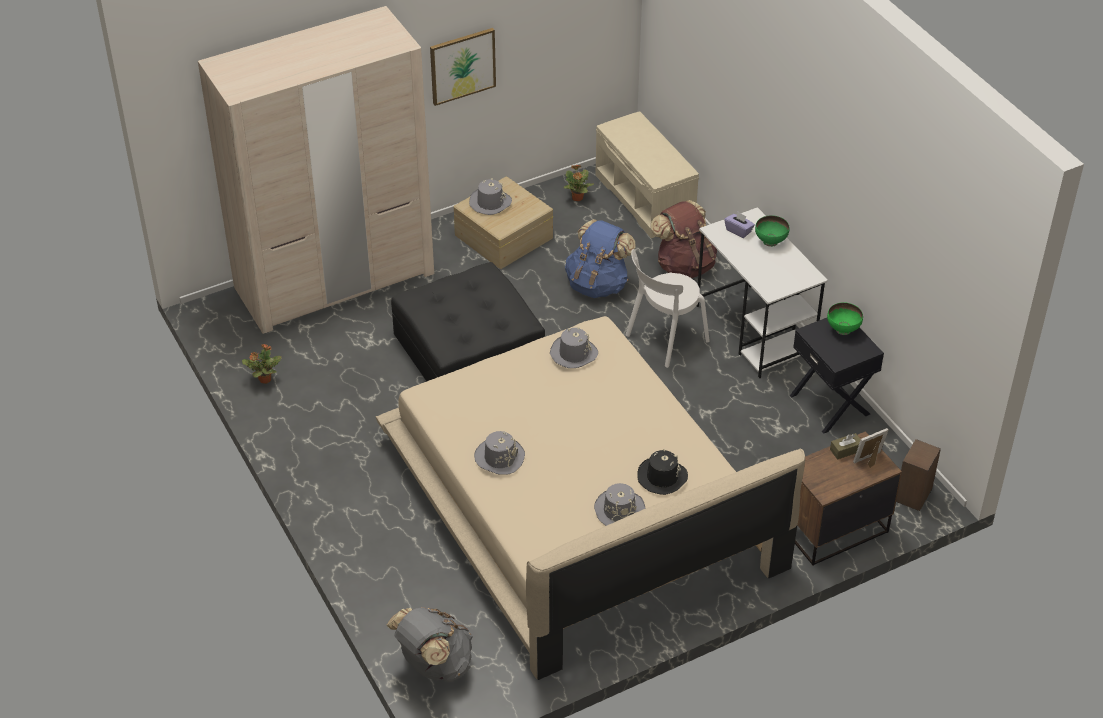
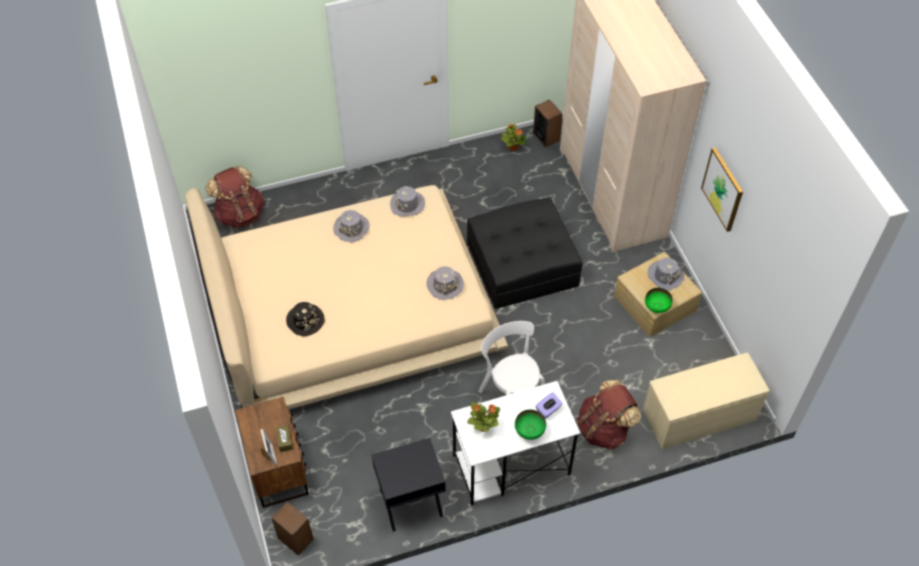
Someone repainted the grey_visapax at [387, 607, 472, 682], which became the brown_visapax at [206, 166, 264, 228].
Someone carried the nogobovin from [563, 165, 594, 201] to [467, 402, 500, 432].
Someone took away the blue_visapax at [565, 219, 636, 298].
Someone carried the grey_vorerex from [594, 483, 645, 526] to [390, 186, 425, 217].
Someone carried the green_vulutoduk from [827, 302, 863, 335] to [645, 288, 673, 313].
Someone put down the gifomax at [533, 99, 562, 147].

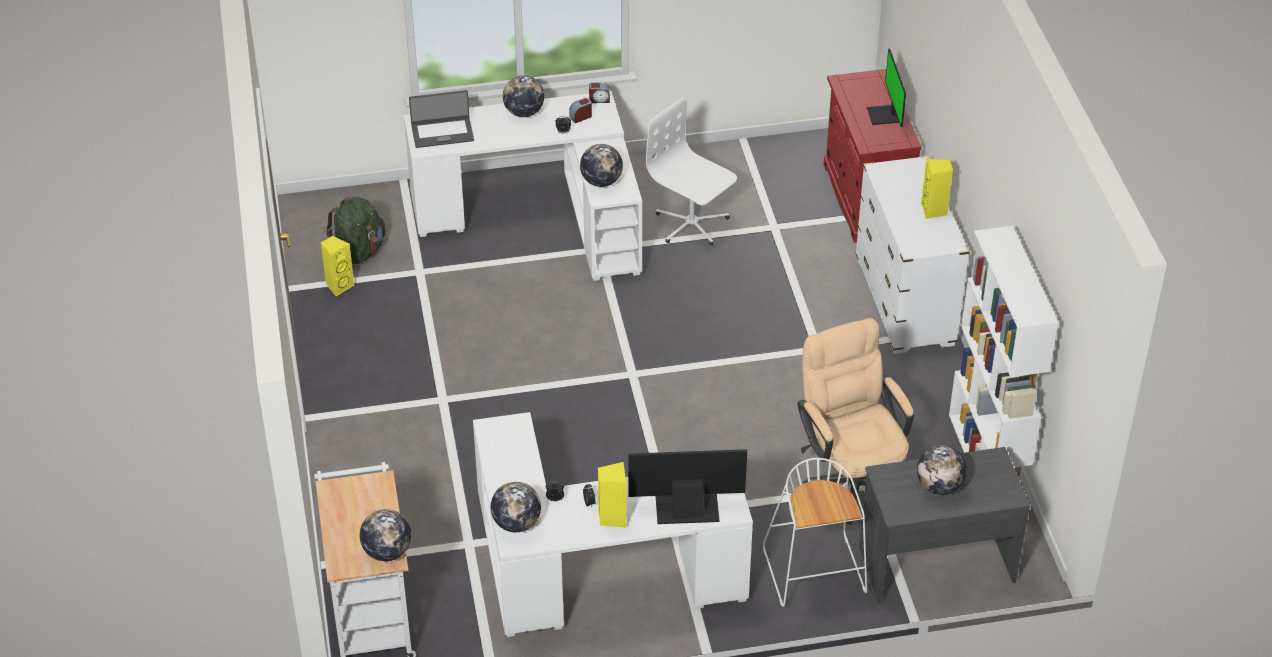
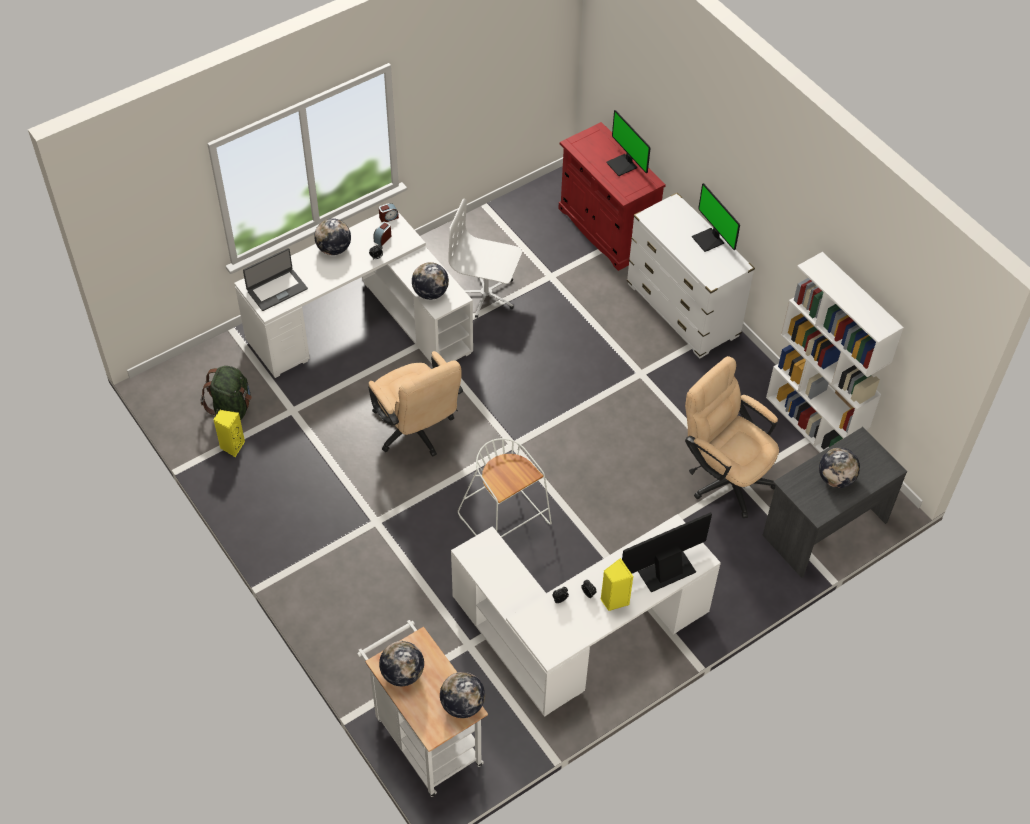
Someone carried the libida from [491, 482, 541, 532] to [379, 641, 424, 686].
Someone carried the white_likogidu from [763, 458, 867, 607] to [458, 438, 552, 537].
Someone swapped the yellow_gifomax at [921, 158, 953, 219] for the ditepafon at [692, 183, 740, 252].
Someone put down the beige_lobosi at [368, 351, 463, 457].

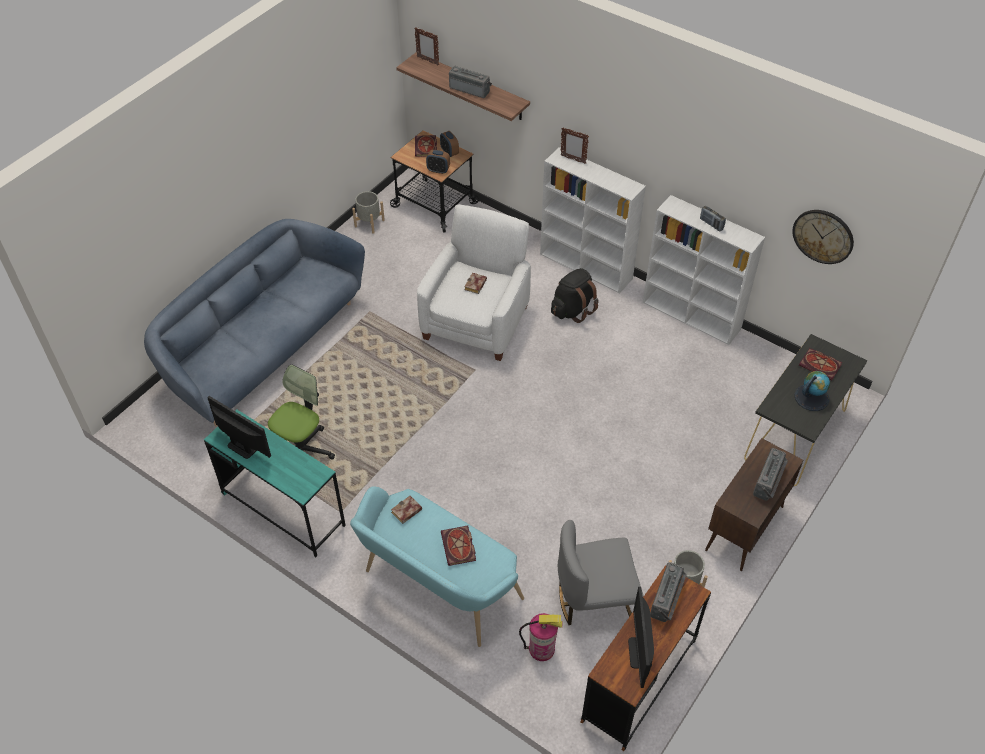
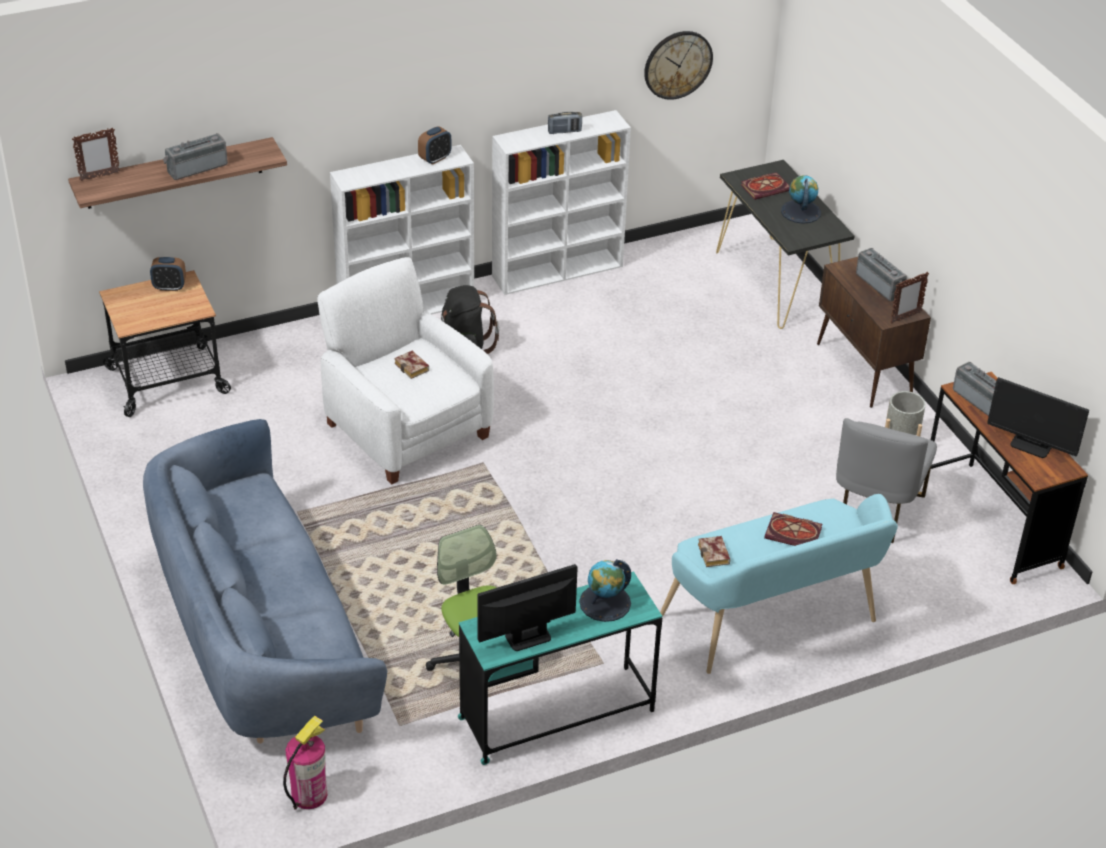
Someone took away the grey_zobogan at [352, 191, 385, 234].
Someone took away the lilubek at [415, 135, 437, 157].
Someone carried the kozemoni from [426, 150, 450, 174] to [418, 126, 451, 165].
Someone carried the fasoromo from [519, 613, 563, 661] to [283, 716, 327, 810].
Someone carried the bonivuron from [560, 127, 589, 164] to [890, 272, 929, 323].
Someone put down the libida at [579, 559, 631, 622].

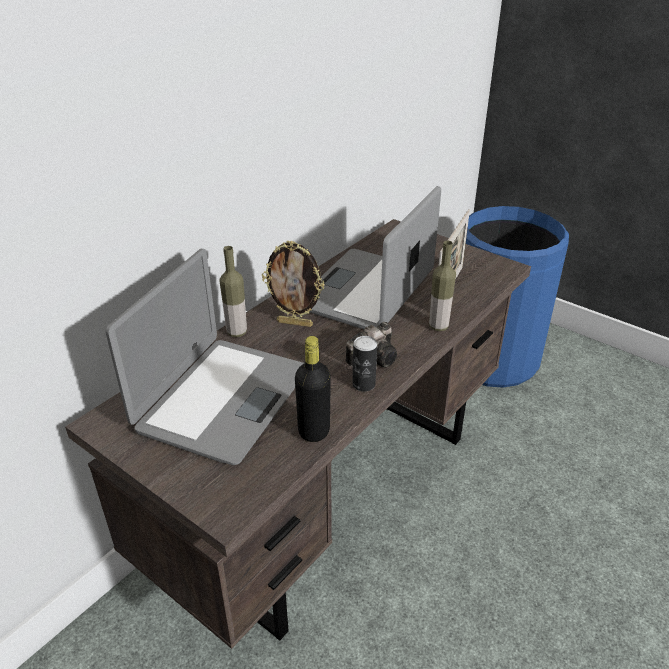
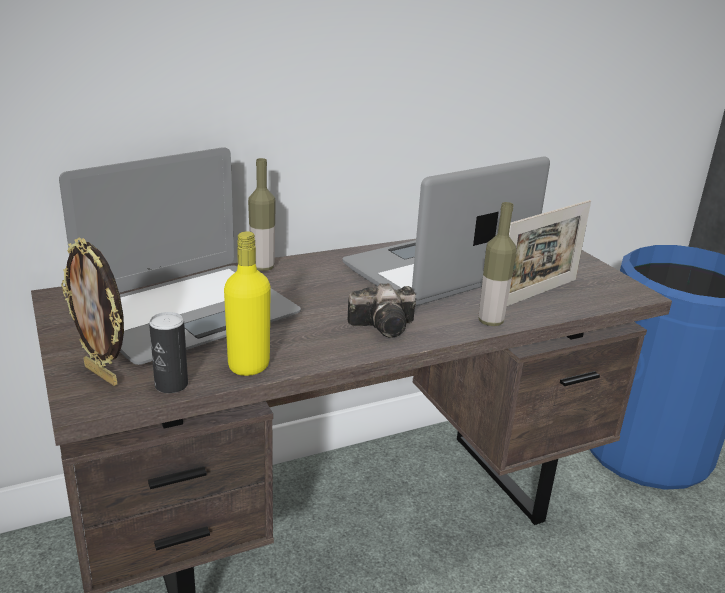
Someone carried the bonivuron from [262, 240, 325, 327] to [61, 238, 124, 386].
Someone repainted the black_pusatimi at [295, 336, 331, 442], which became the yellow_pusatimi at [224, 231, 271, 376].
Someone carried the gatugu from [352, 336, 377, 391] to [149, 312, 188, 393].

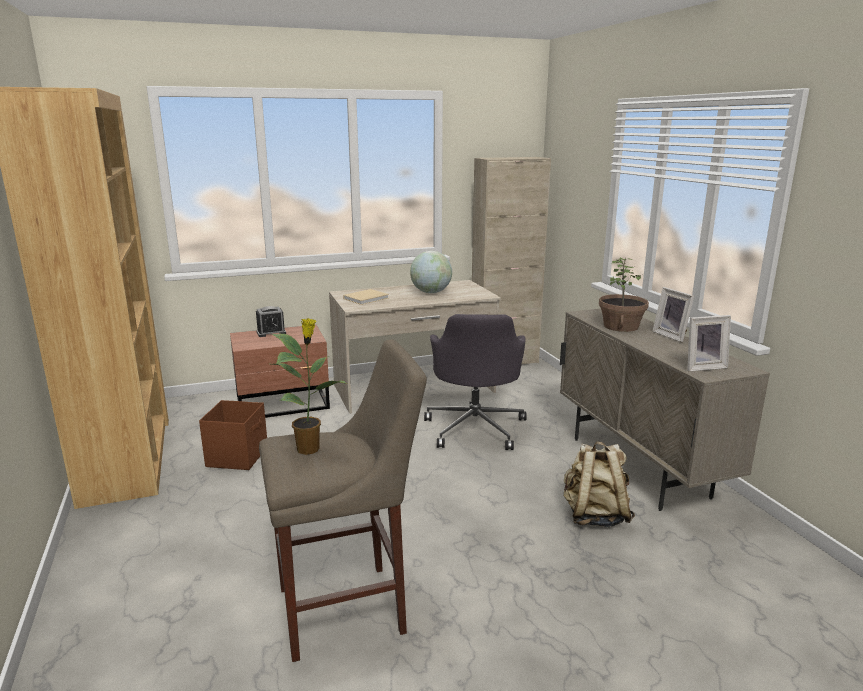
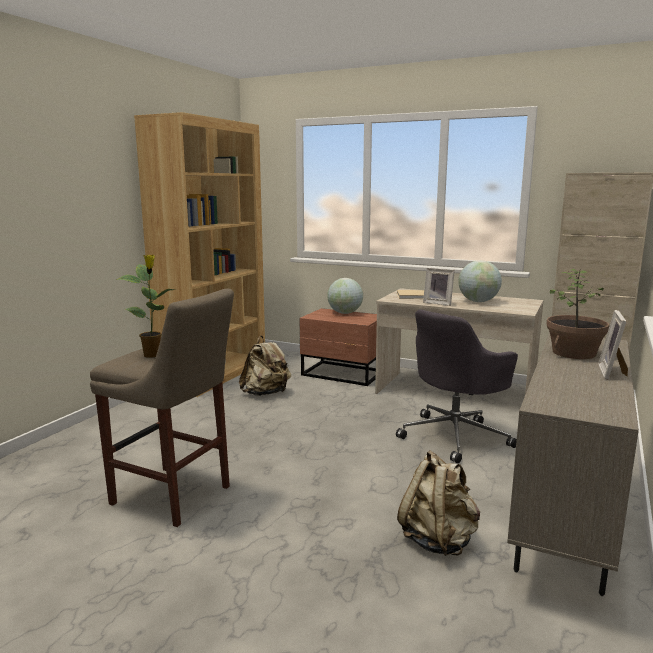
Someone swapped the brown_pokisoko at [199, 400, 267, 470] for the beige_visapax at [239, 336, 291, 396].
Someone swapped the kozemoni at [256, 306, 286, 337] for the libida at [327, 278, 363, 314].
Someone carried the bonivuron from [687, 315, 731, 372] to [423, 268, 455, 306].

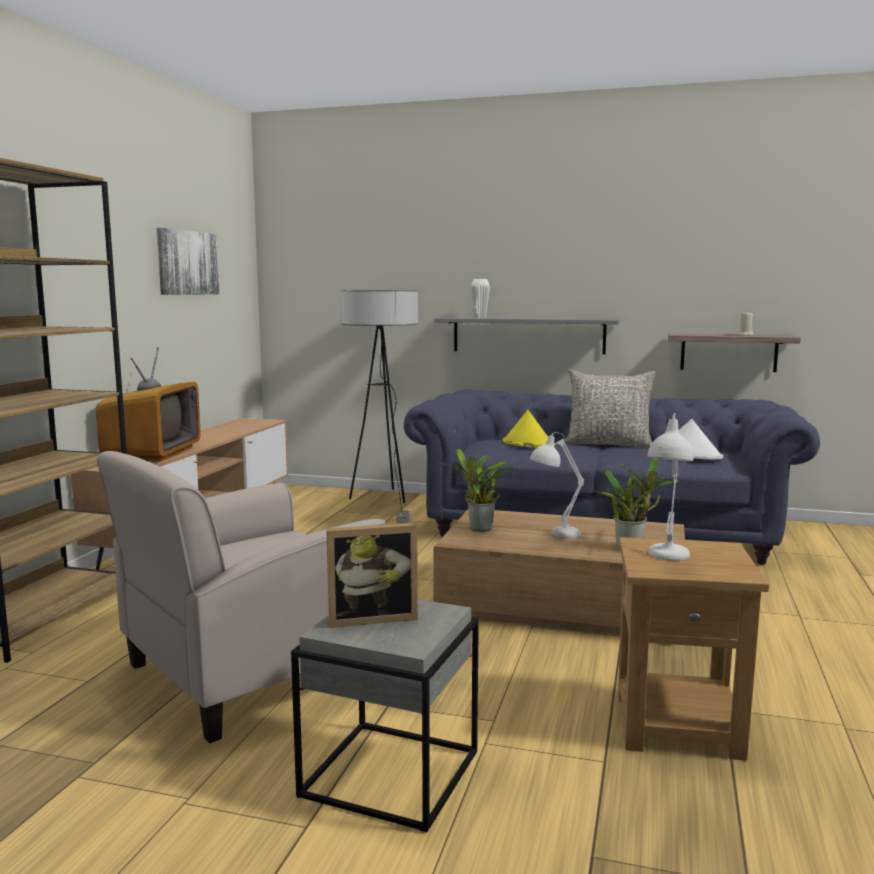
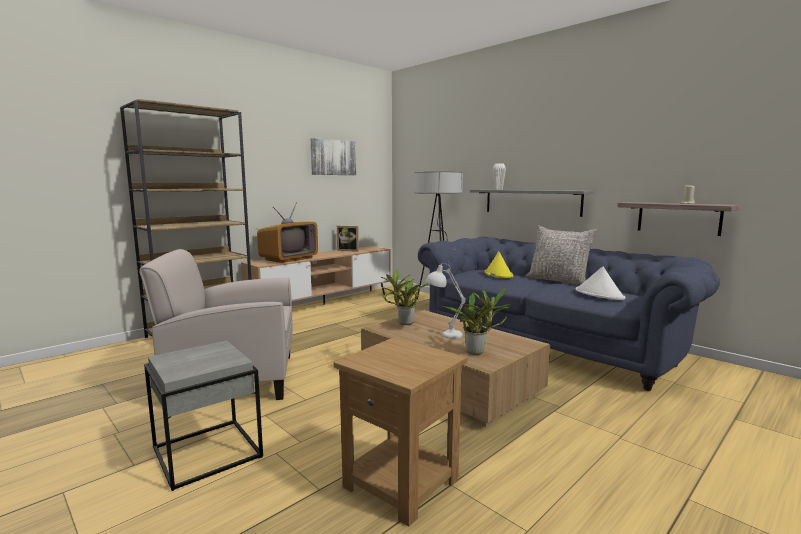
Someone carried the bonivuron from [326, 523, 418, 628] to [337, 226, 359, 252].
Someone took away the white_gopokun at [647, 413, 693, 561].

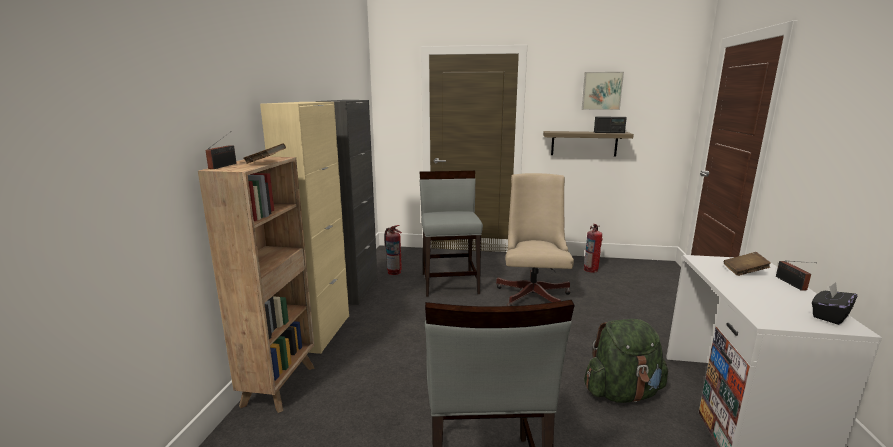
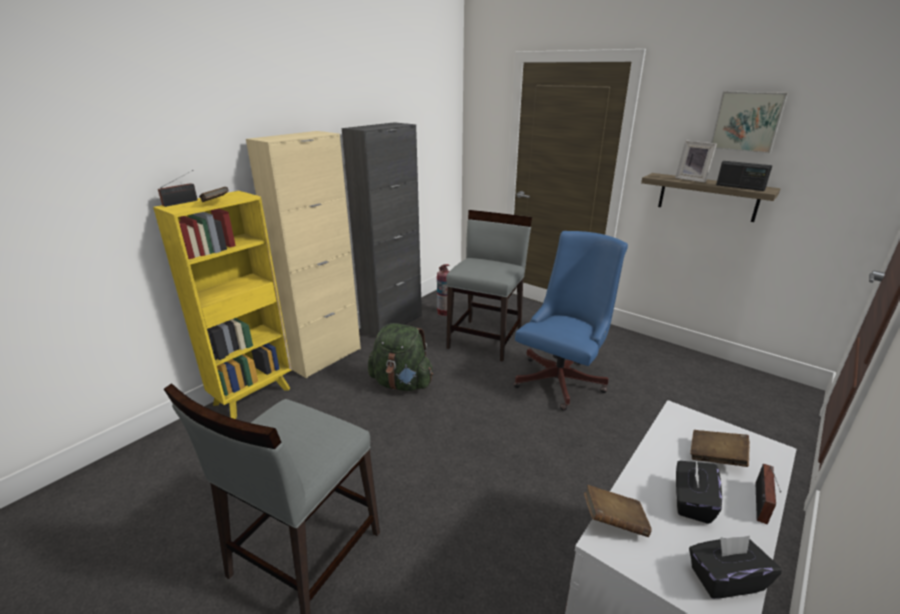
Someone repainted the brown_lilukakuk at [198, 157, 314, 413], which became the yellow_lilukakuk at [153, 191, 292, 419].
Someone repainted the beige_lobosi at [496, 173, 574, 306], which became the blue_lobosi at [513, 231, 628, 411].
Someone took away the fasoromo at [584, 224, 603, 273].
Someone carried the green_visapax from [584, 319, 668, 403] to [368, 323, 433, 391].
Someone put down the brown_lilubek at [584, 485, 652, 537].
Someone put down the bonivuron at [675, 140, 717, 183].
Someone put down the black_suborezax at [676, 458, 722, 524].

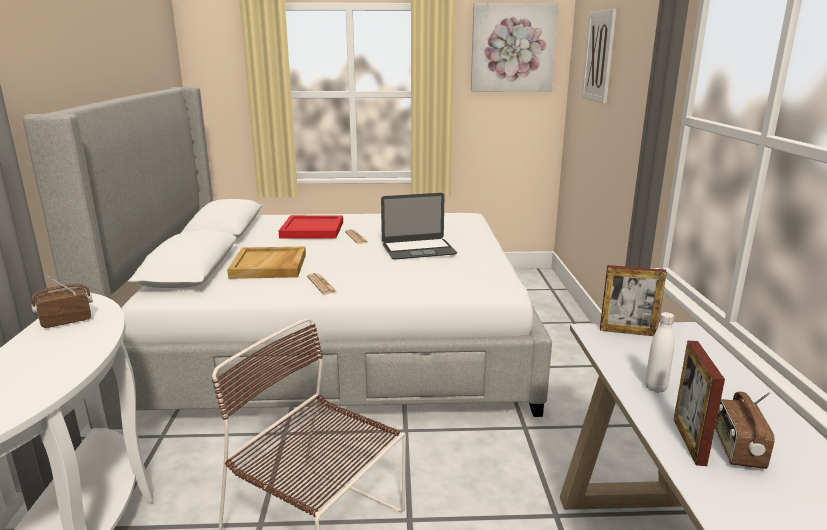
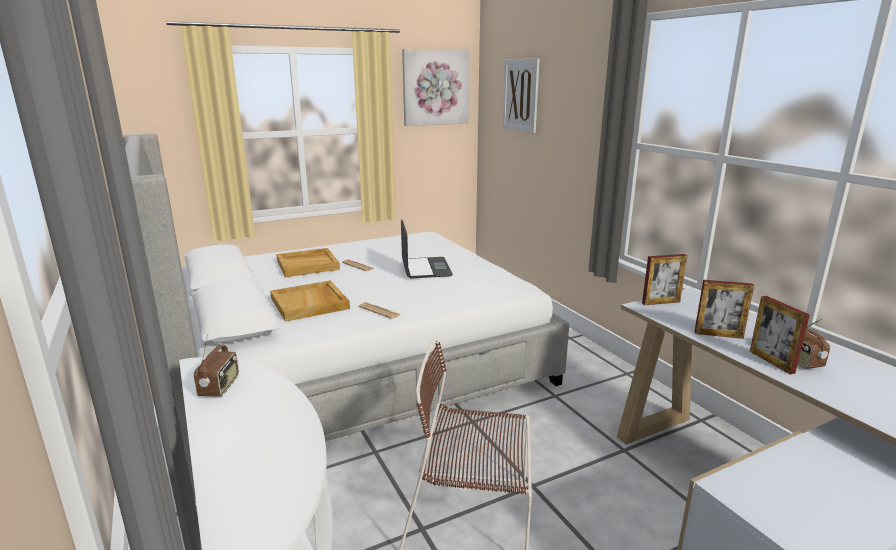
Someone rotated the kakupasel at [31, 275, 93, 328] by 150 degrees clockwise.
Someone repainted the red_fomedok at [279, 215, 343, 239], which became the beige_fomedok at [276, 248, 340, 277].
Someone rotated the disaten at [381, 193, 457, 259] by 60 degrees counterclockwise.
Someone swapped the white_pusatimi at [645, 312, 675, 393] for the bonivuron at [694, 280, 754, 339].

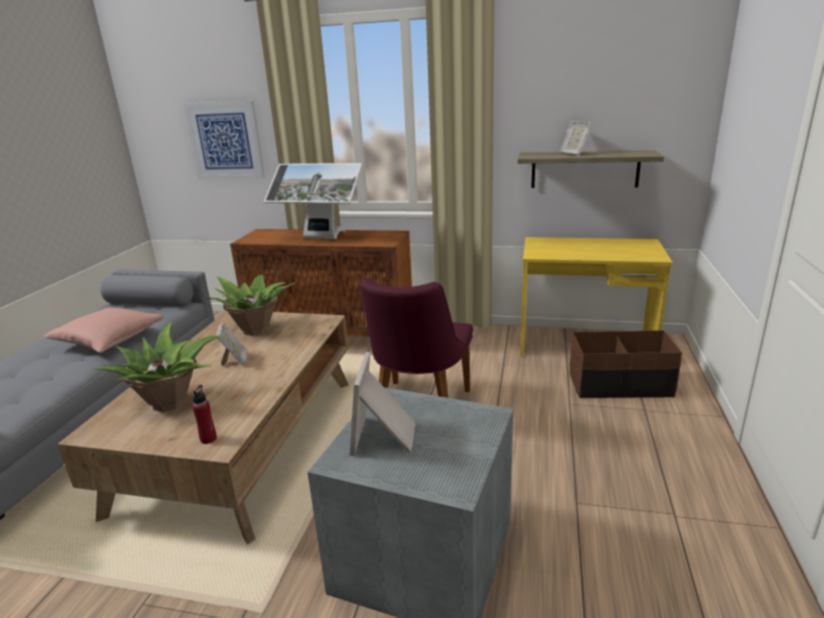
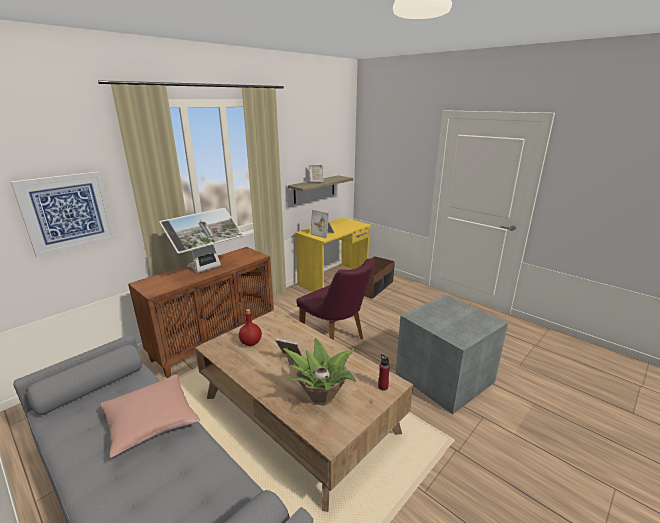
Someone swapped the nogobovin at [203, 275, 295, 336] for the red_pusatimi at [239, 309, 262, 346].
Someone carried the bonivuron from [350, 352, 416, 456] to [310, 210, 335, 238].

